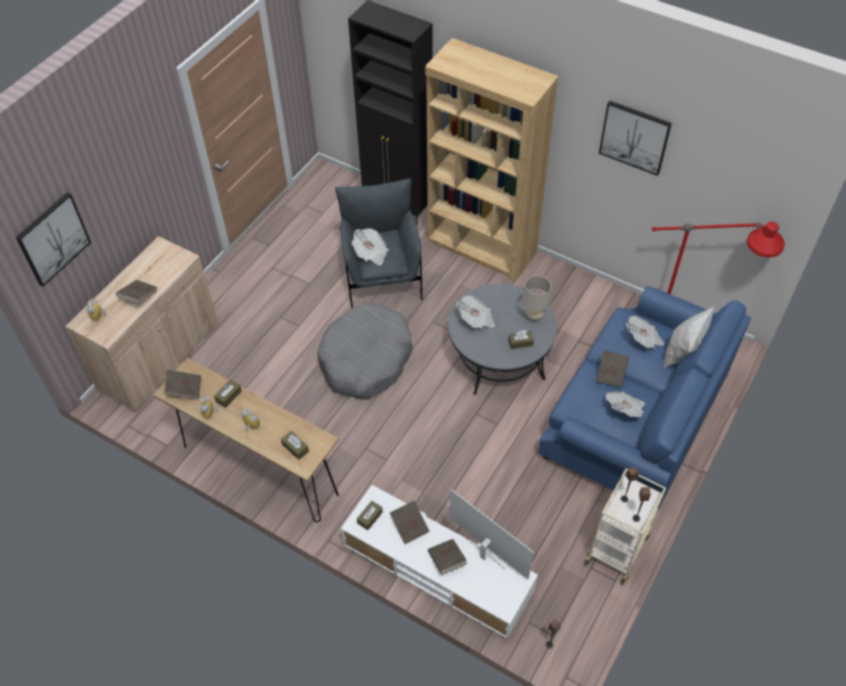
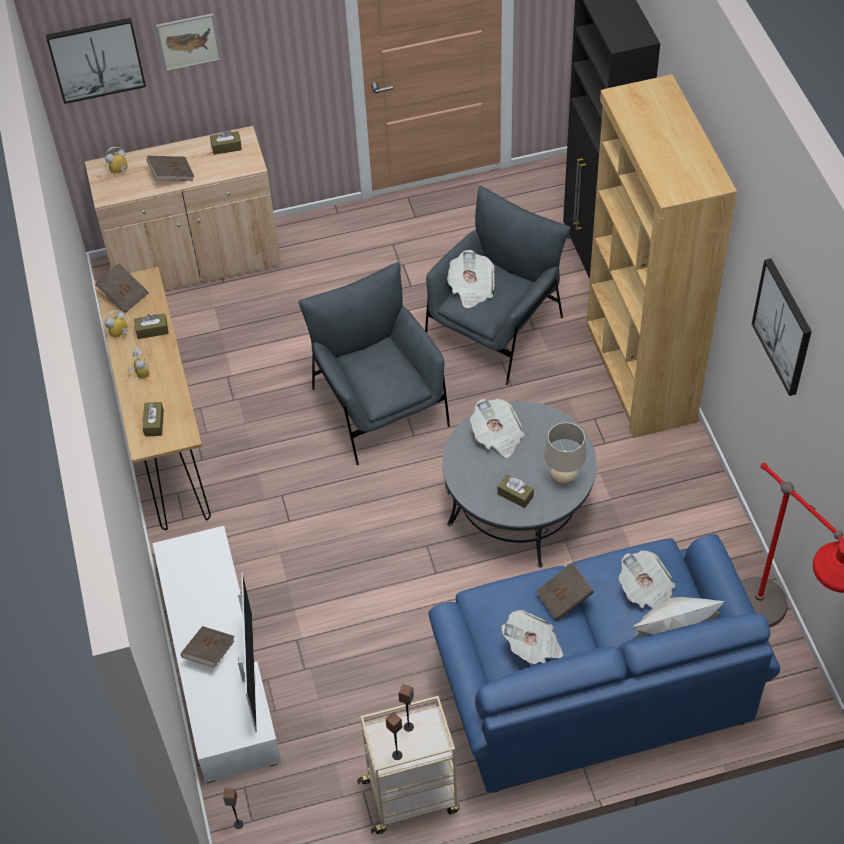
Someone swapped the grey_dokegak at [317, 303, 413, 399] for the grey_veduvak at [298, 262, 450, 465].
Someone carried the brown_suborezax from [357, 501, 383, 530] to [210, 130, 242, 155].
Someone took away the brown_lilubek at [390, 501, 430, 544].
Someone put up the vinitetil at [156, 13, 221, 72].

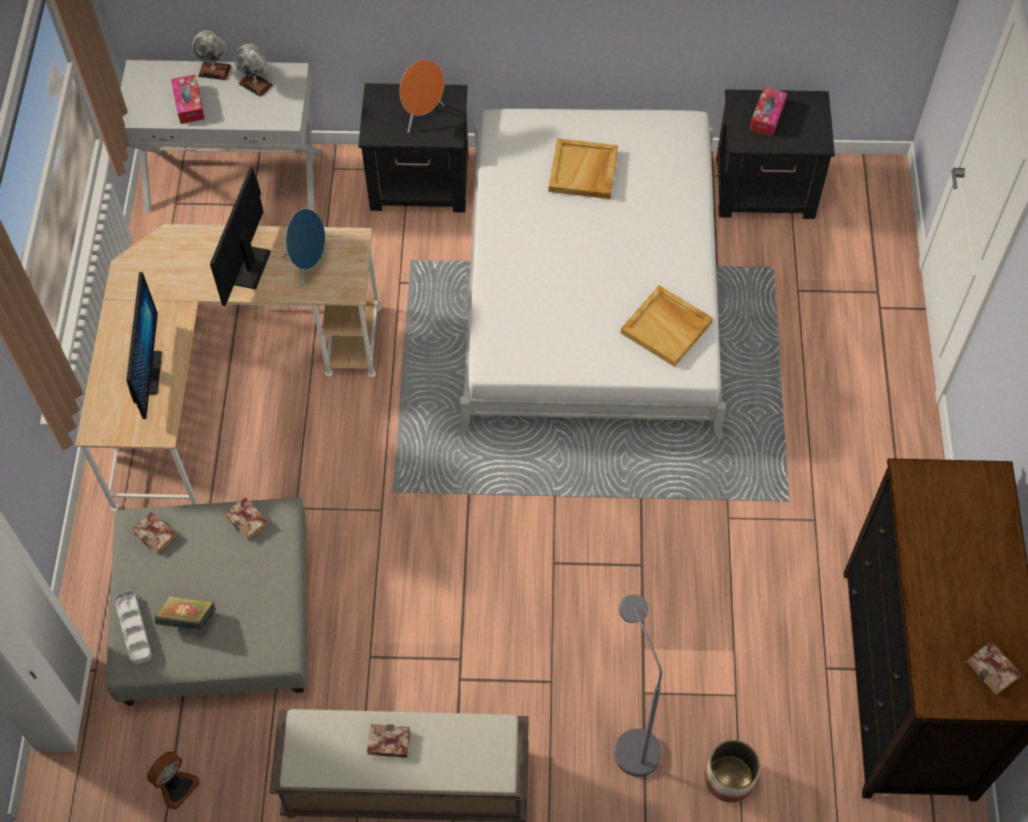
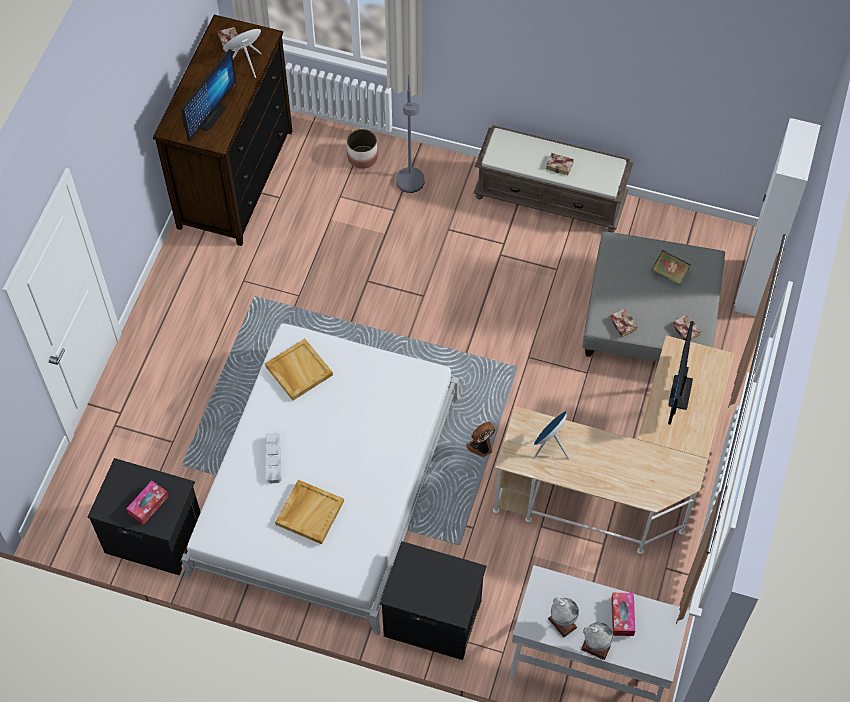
Someone carried the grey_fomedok from [114, 591, 152, 664] to [265, 433, 282, 483].
Someone carried the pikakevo from [147, 751, 200, 810] to [466, 422, 495, 457].
Someone carried the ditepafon from [210, 167, 271, 306] to [181, 49, 237, 141].
Someone carried the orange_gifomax from [399, 59, 444, 133] to [223, 29, 262, 78].

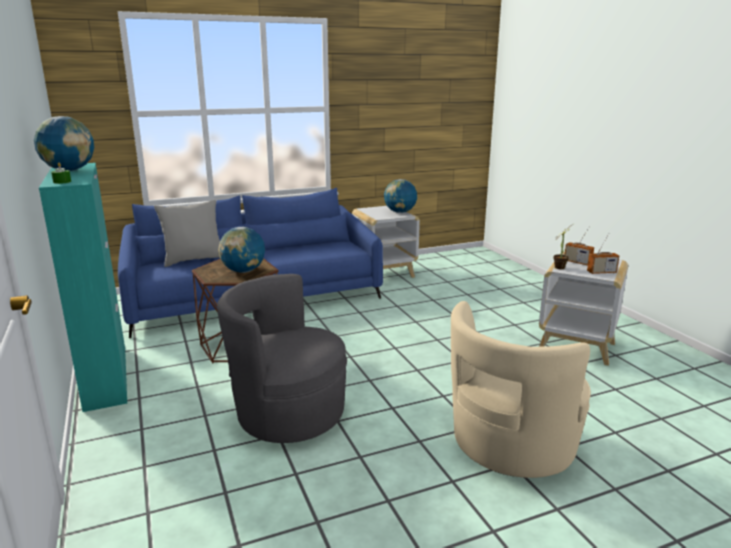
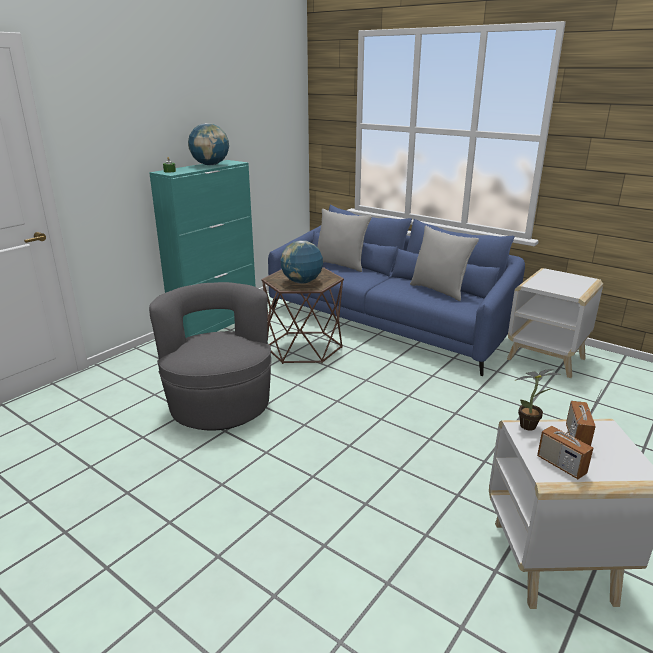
Someone took away the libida at [384, 179, 417, 213].
Someone took away the beige_veduvak at [451, 301, 591, 478].
Someone put down the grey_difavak at [410, 225, 479, 301].

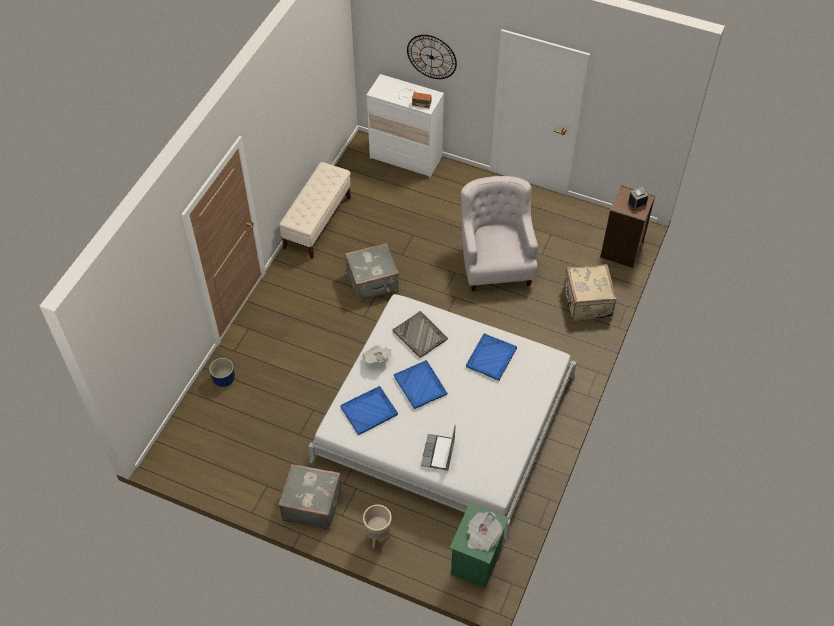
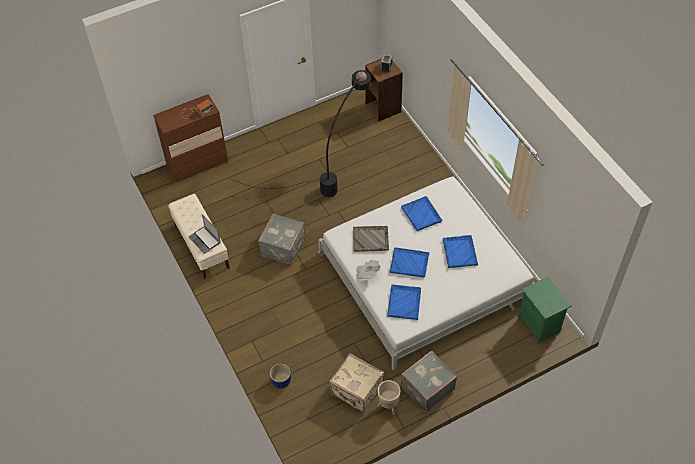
Someone carried the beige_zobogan from [363, 505, 392, 548] to [377, 380, 400, 415].
Someone repainted the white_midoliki at [366, 74, 444, 177], which became the brown_midoliki at [153, 94, 228, 183].
Someone took away the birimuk at [407, 35, 457, 79].
Someone carried the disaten from [421, 425, 456, 471] to [188, 214, 221, 254].
Someone swapped the white_veduvak at [461, 176, 538, 291] for the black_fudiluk at [227, 70, 371, 197].
Someone took away the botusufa at [467, 512, 502, 551].
Someone carried the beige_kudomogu from [564, 264, 617, 321] to [329, 353, 384, 413].
Someone put down the blue_fomedok at [443, 235, 478, 268].

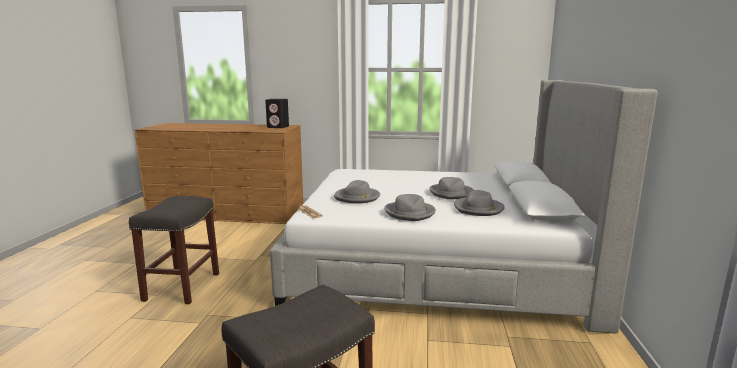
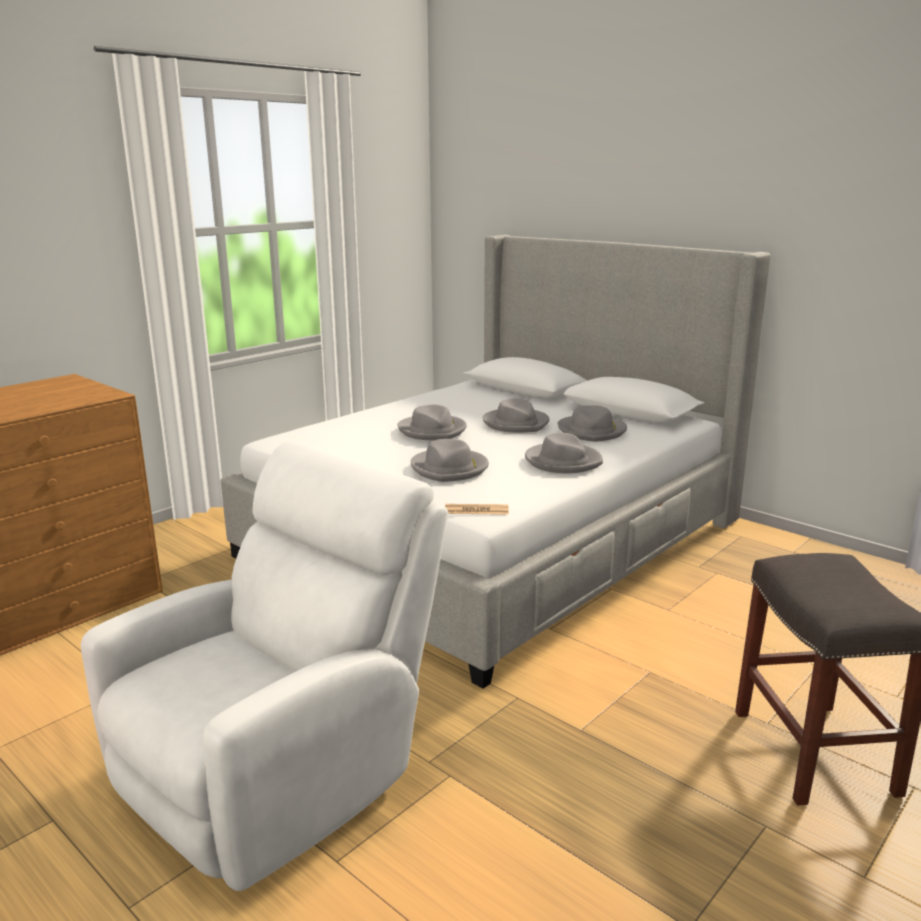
Someone swapped the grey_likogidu at [129, 196, 219, 304] for the white_veduvak at [81, 441, 448, 891].
Someone took away the black_gifomax at [265, 99, 289, 128].
Someone put down the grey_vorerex at [397, 405, 467, 440].

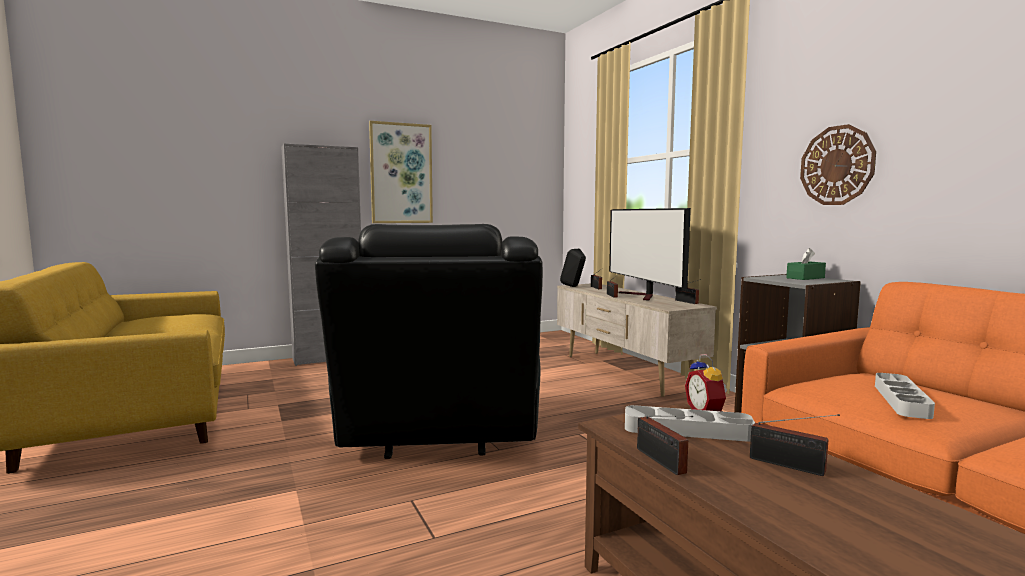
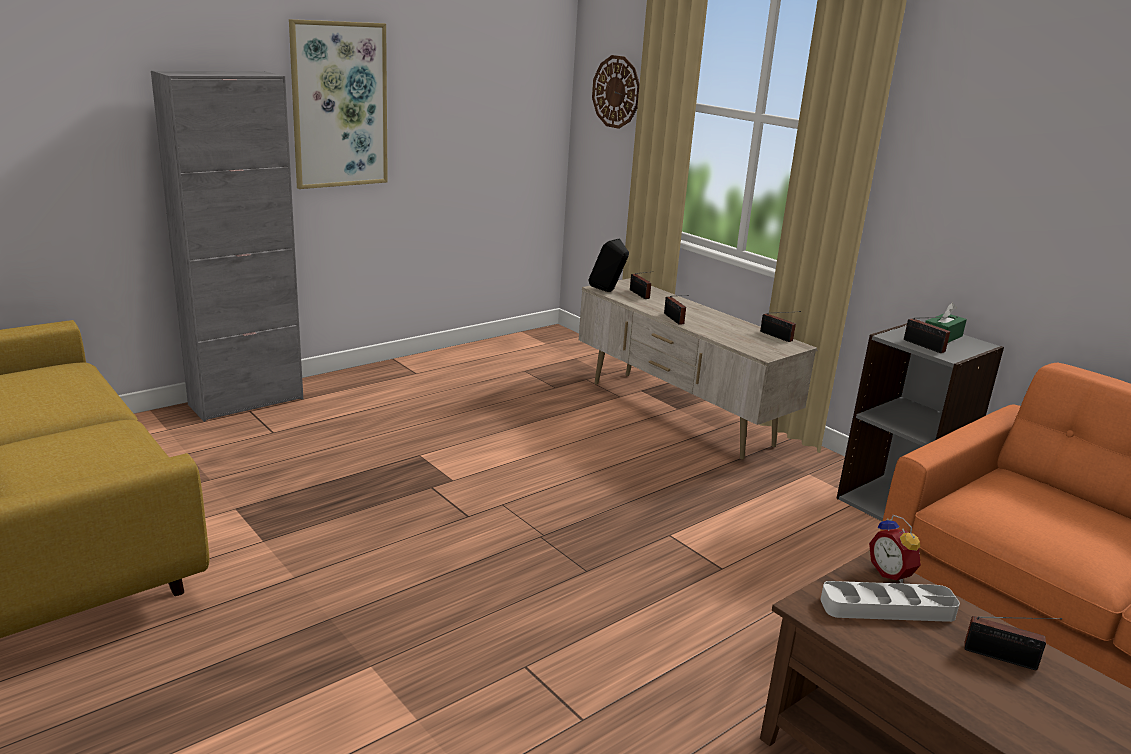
Someone took away the black_veduvak at [315, 224, 543, 459].
Someone took away the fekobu at [609, 208, 691, 300].
Someone carried the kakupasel from [637, 416, 693, 475] to [904, 317, 958, 353].
Someone carried the birimuk from [800, 124, 876, 205] to [592, 55, 640, 129].
Someone took away the grey_fomedok at [875, 373, 935, 419].

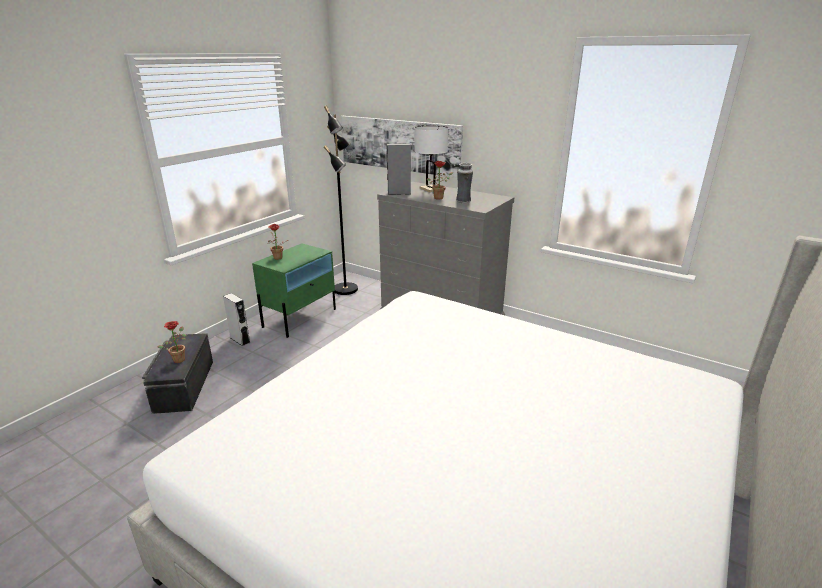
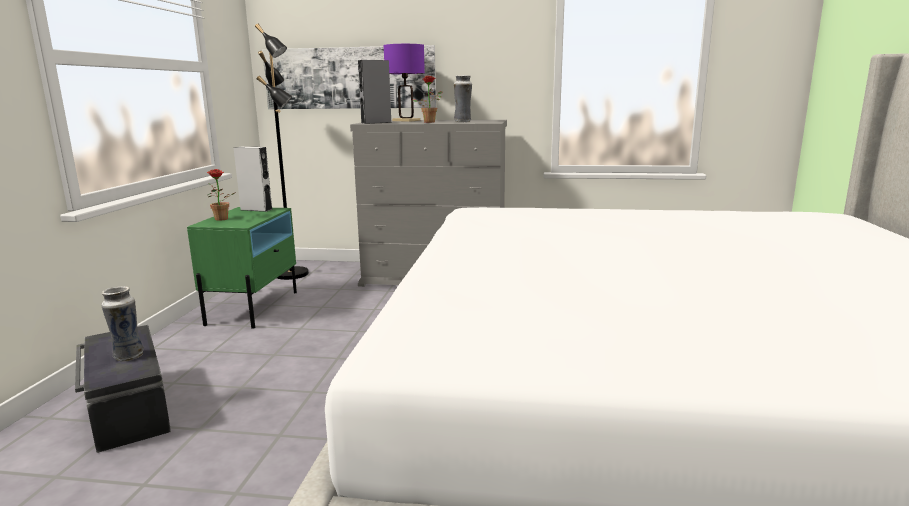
Someone swapped the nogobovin at [158, 321, 186, 363] for the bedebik at [101, 286, 144, 362].
Someone carried the grey_gifomax from [223, 293, 250, 346] to [234, 147, 273, 212].
Someone repainted the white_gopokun at [414, 126, 448, 192], which became the purple_gopokun at [383, 44, 425, 122].

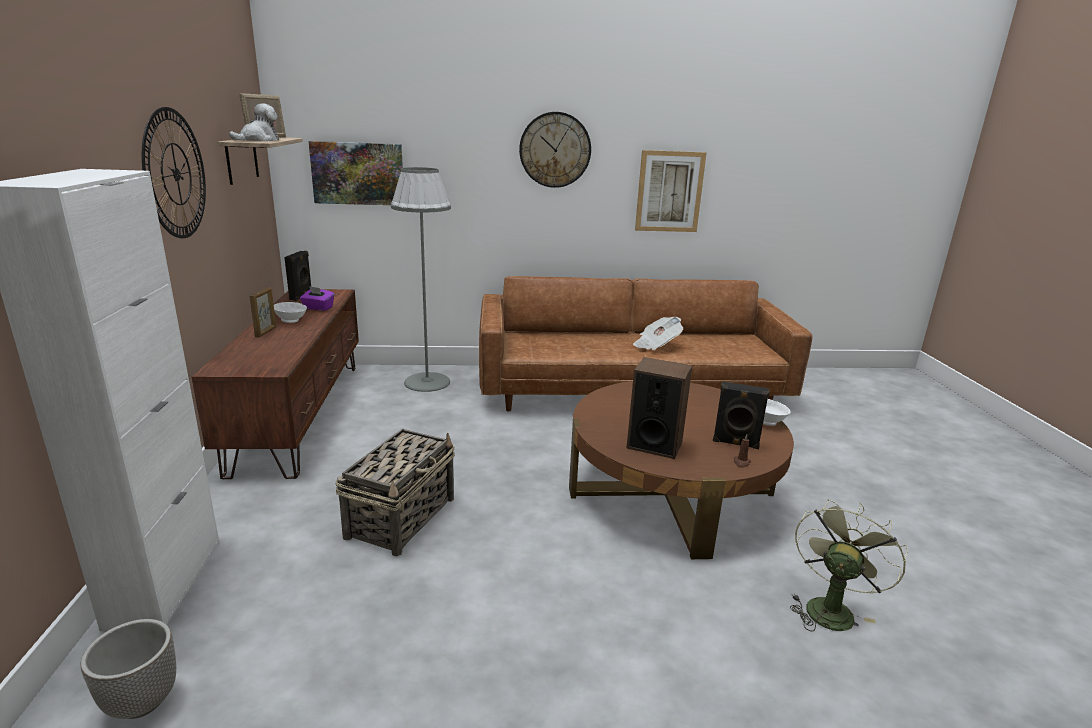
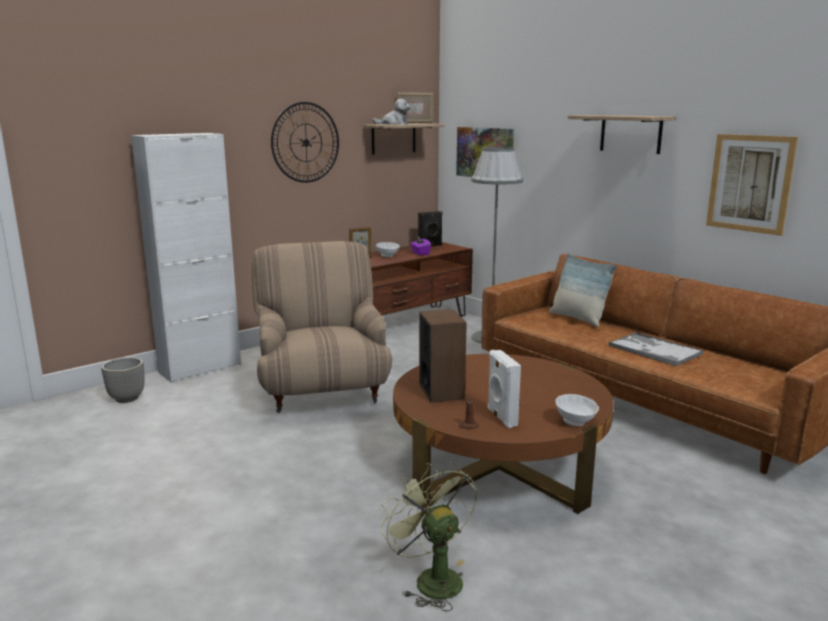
Someone swapped the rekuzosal at [335, 429, 455, 556] for the beige_veduvak at [252, 241, 392, 413].
Someone swapped the birimuk at [519, 112, 591, 188] for the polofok at [568, 115, 676, 154].
Someone swapped the botusufa at [633, 317, 683, 350] for the fomedok at [609, 332, 703, 366].
Someone repainted the black_gifomax at [713, 381, 770, 449], which became the white_gifomax at [487, 350, 521, 428].
Someone rotated the green_pikakevo at [790, 499, 908, 632] by 120 degrees counterclockwise.
Someone put down the difavak at [549, 253, 617, 327].

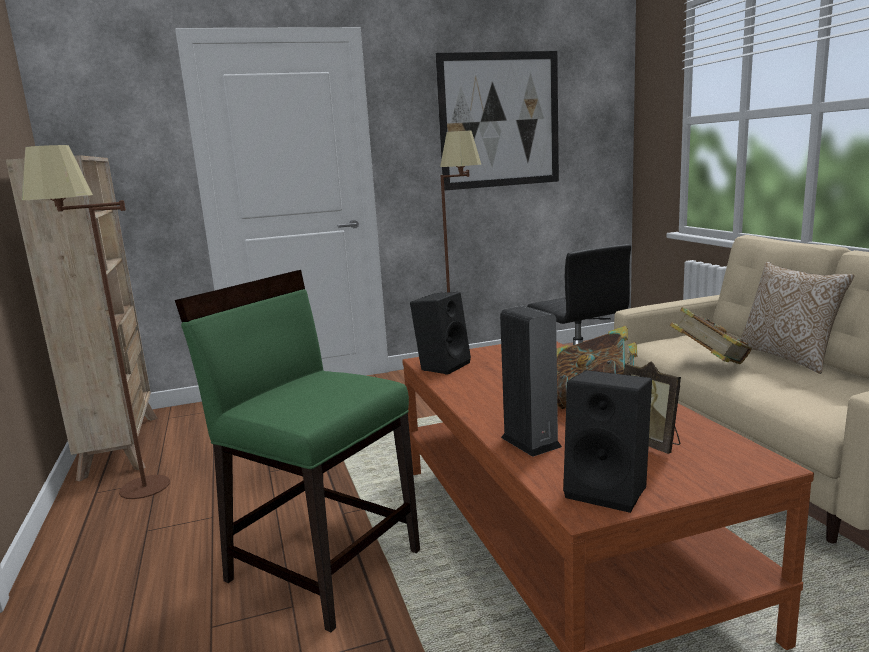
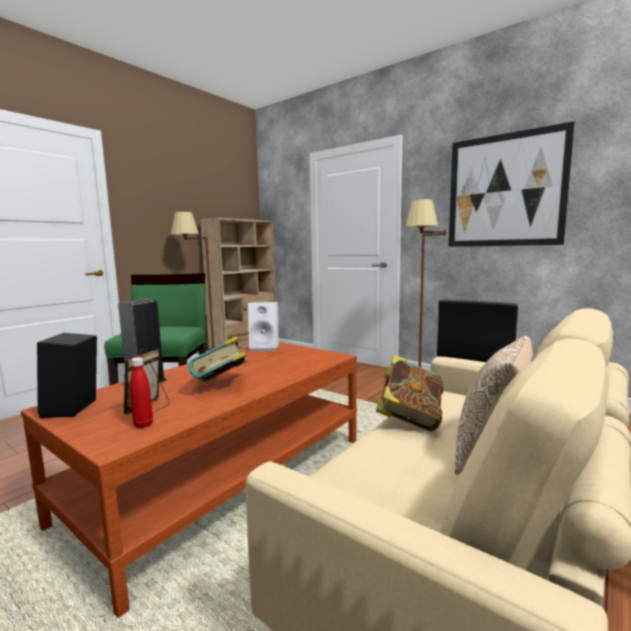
Someone repainted the black_gifomax at [410, 292, 471, 375], which became the white_gifomax at [248, 302, 279, 351].
Someone put down the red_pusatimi at [130, 358, 153, 428].

